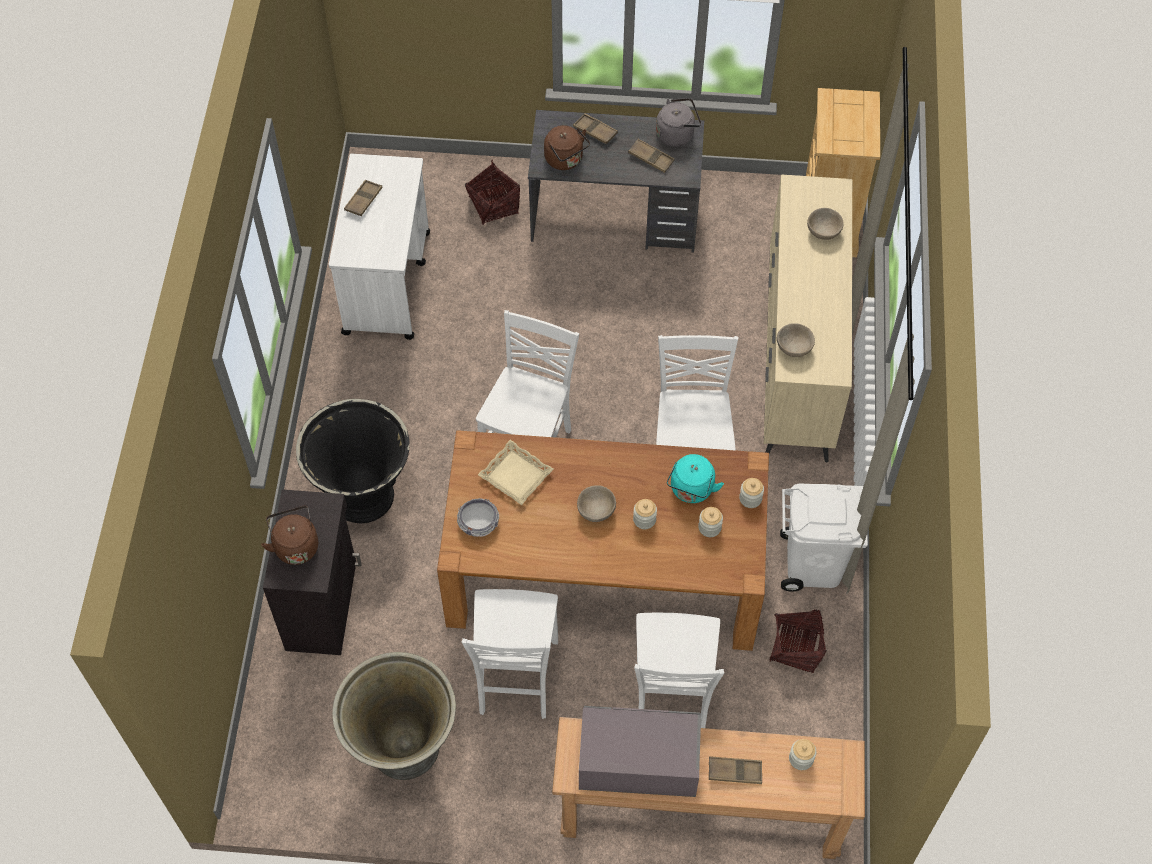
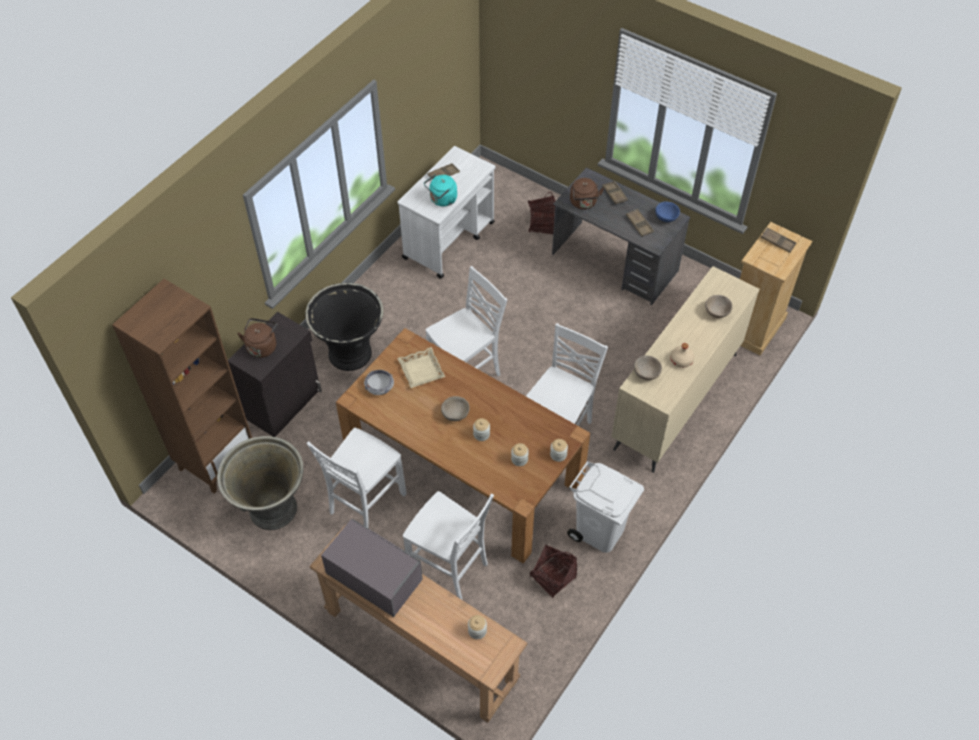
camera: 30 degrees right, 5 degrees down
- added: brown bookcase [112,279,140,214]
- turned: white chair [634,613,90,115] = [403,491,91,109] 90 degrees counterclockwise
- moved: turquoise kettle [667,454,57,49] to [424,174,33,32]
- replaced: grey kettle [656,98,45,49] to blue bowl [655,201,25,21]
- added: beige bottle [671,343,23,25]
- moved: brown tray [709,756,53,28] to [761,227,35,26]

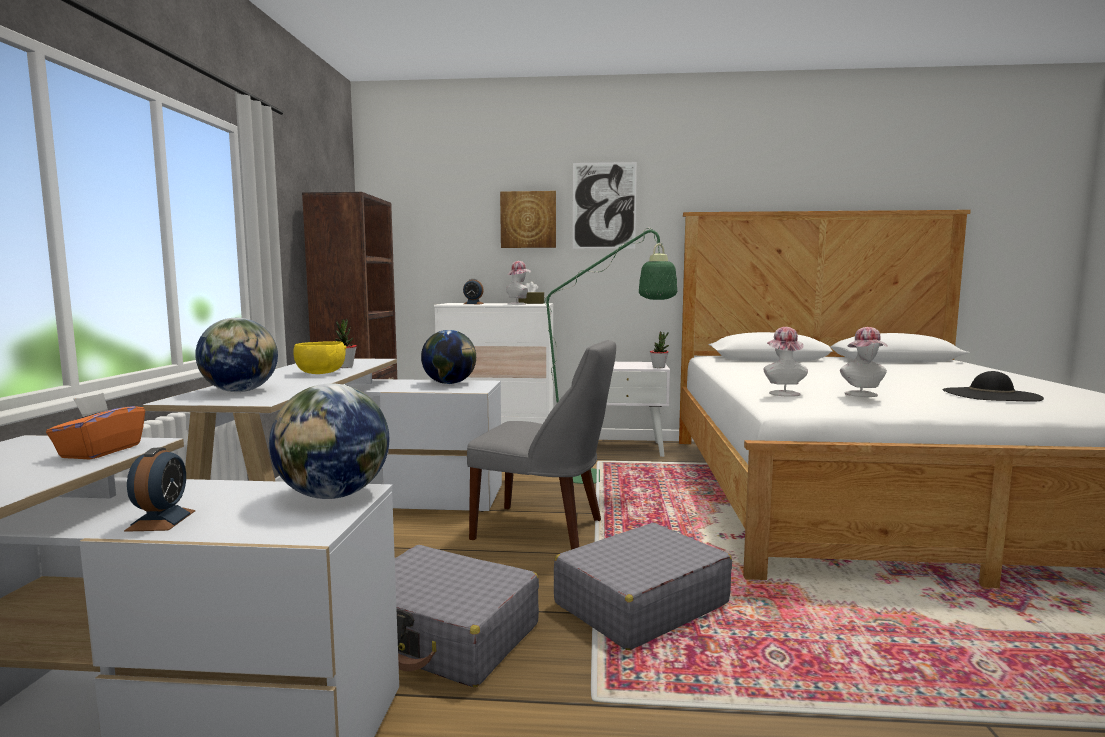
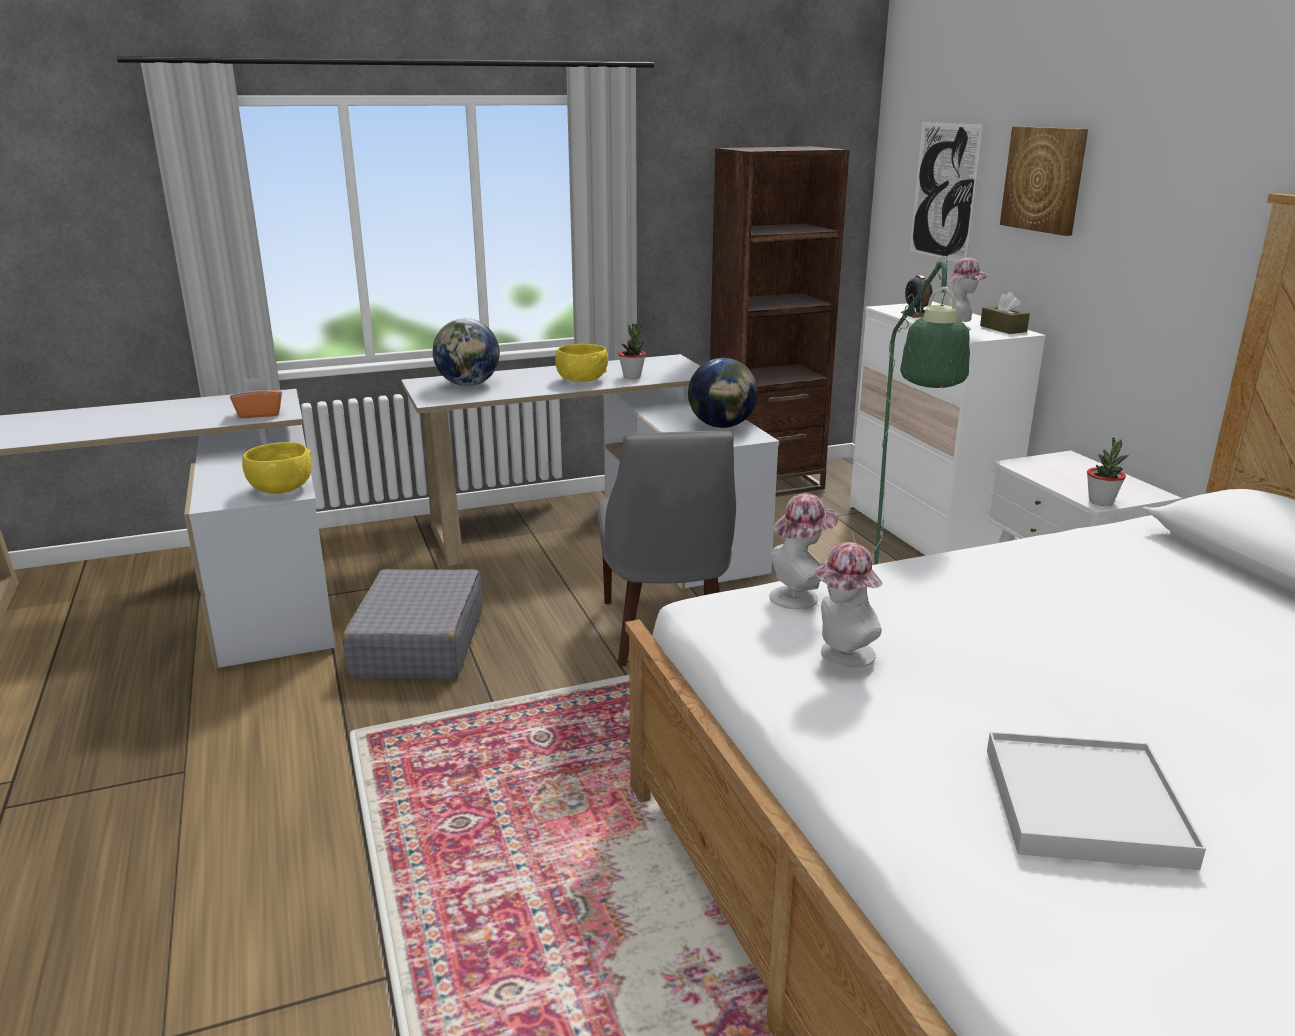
camera: 65 degrees right, 15 degrees up
- replaced: globe [269,383,120,116] to yellow bowl [242,442,70,52]
- moved: picture [573,162,64,87] to [910,122,73,140]
- replaced: black hat [943,371,101,31] to white tray [987,732,219,138]
- removed: alarm clock [124,448,71,84]
- removed: grey suitcase [554,523,178,127]

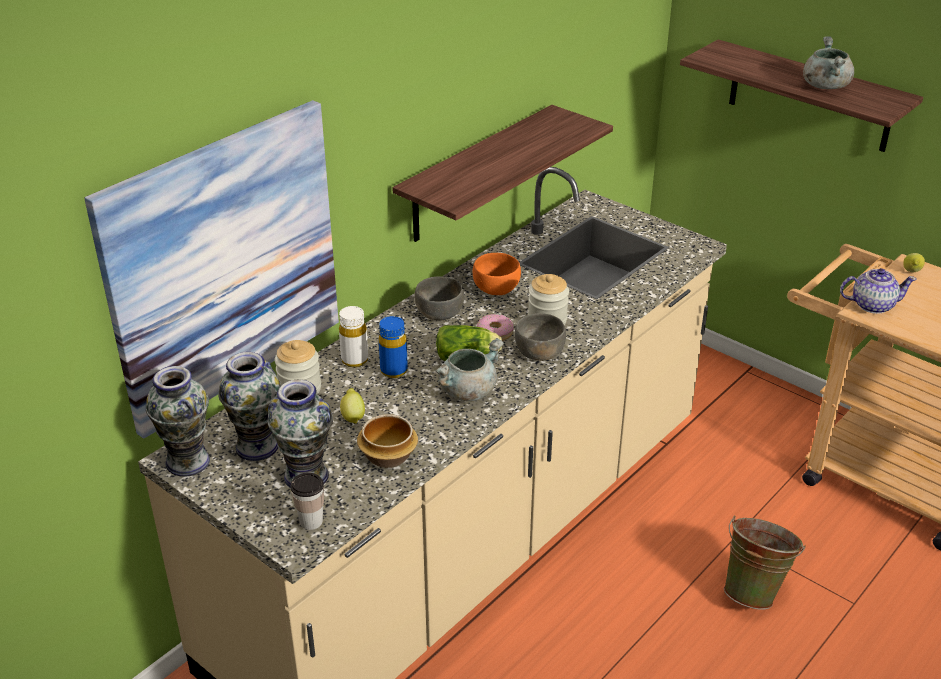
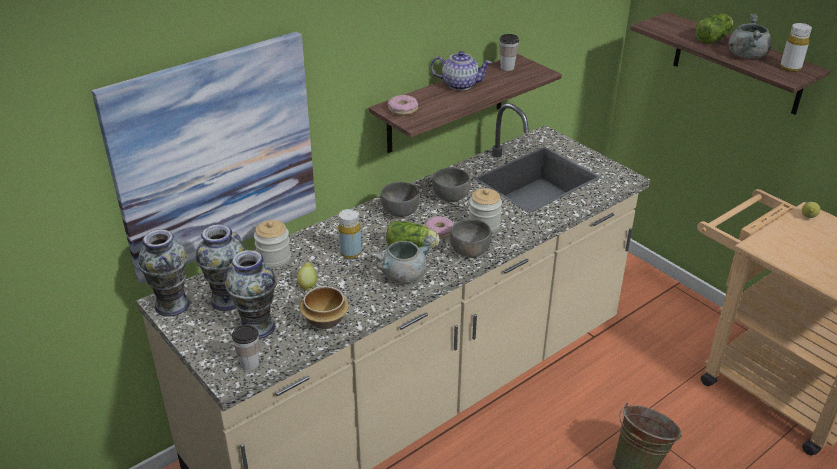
camera: 10 degrees right, 0 degrees up
- recoloured: blue bottle [379,316,29,62] to yellow bottle [338,209,24,50]
- added: donut [388,95,30,20]
- moved: teapot [840,268,77,46] to [430,51,62,40]
- recoloured: orange bowl [473,253,48,42] to grey bowl [432,168,39,34]
- added: cup [499,34,20,37]
- added: lettuce [695,14,38,30]
- moved: white bottle [339,306,29,61] to [780,23,32,49]

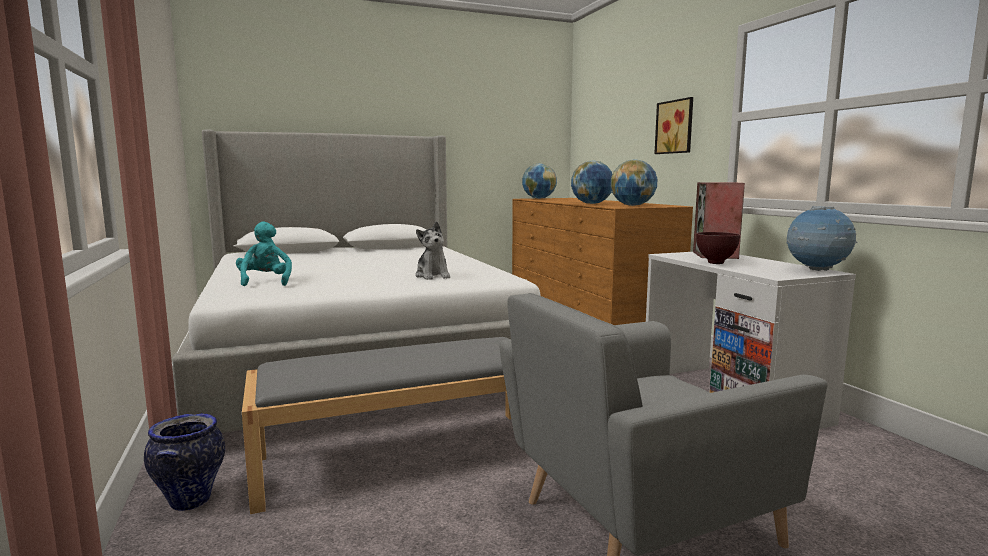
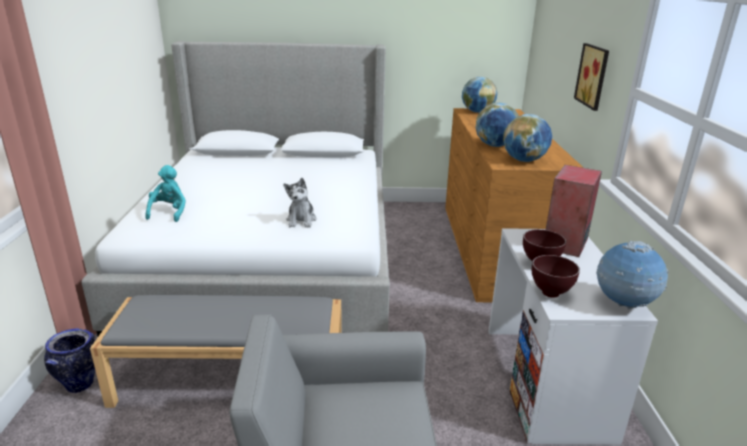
camera: 20 degrees right, 15 degrees up
- added: brown bowl [532,255,48,43]

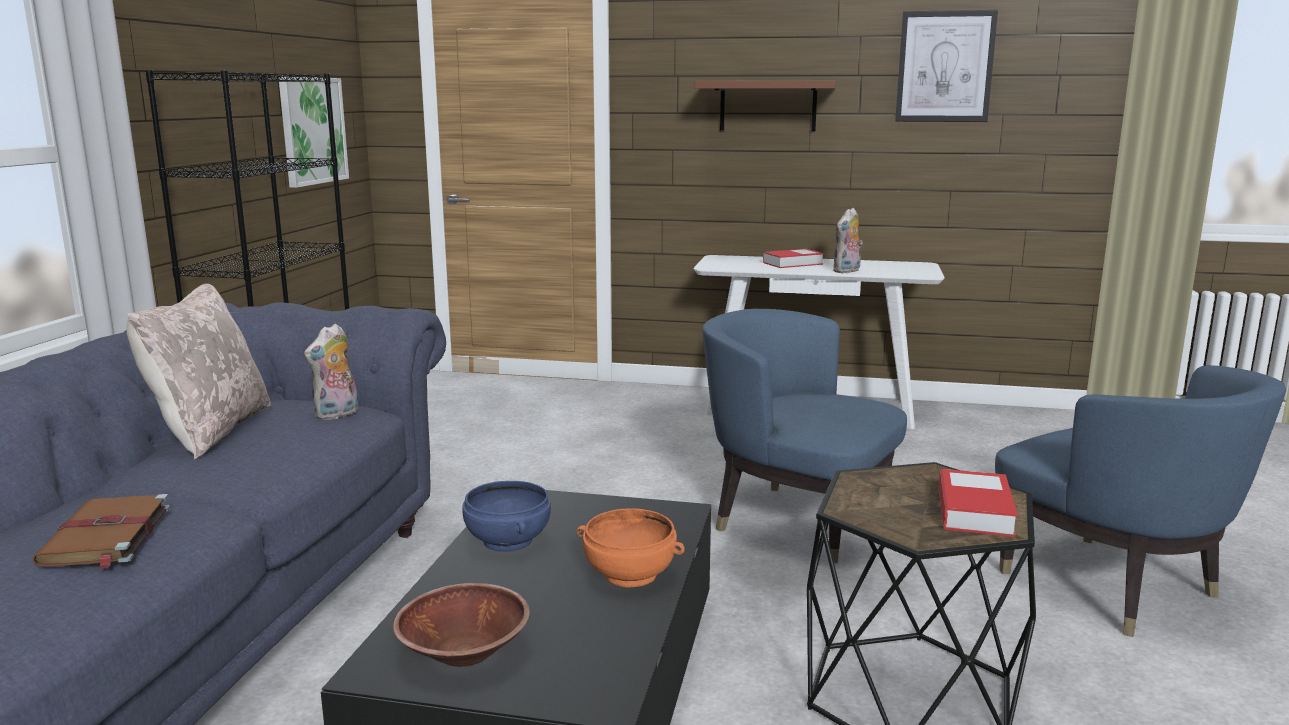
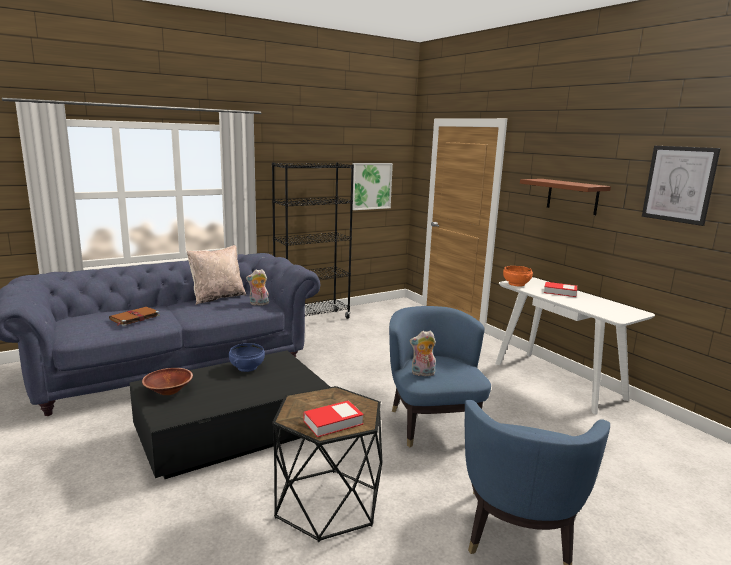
camera: 45 degrees right, 0 degrees up
- moved: plush toy [833,208,30,65] to [410,331,26,45]
- moved: orange bowl [577,508,108,79] to [503,266,30,21]

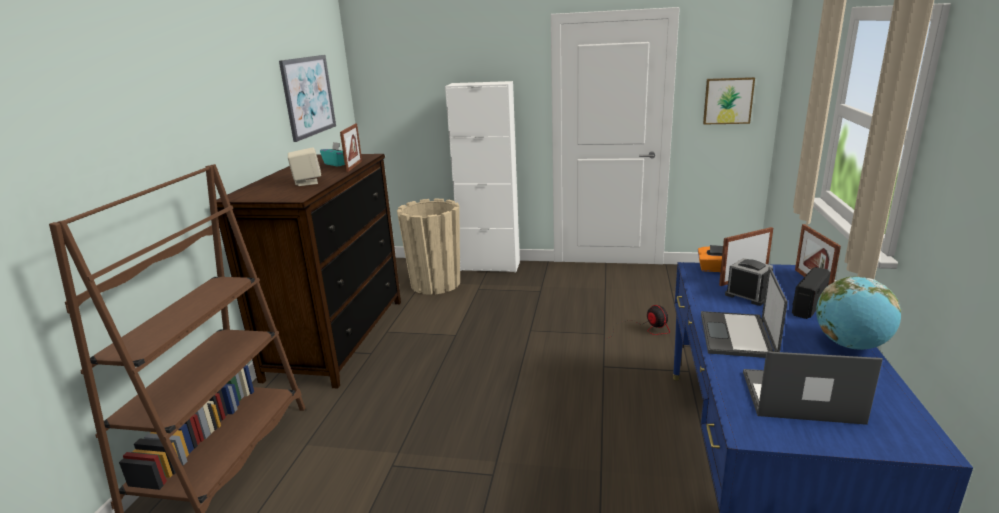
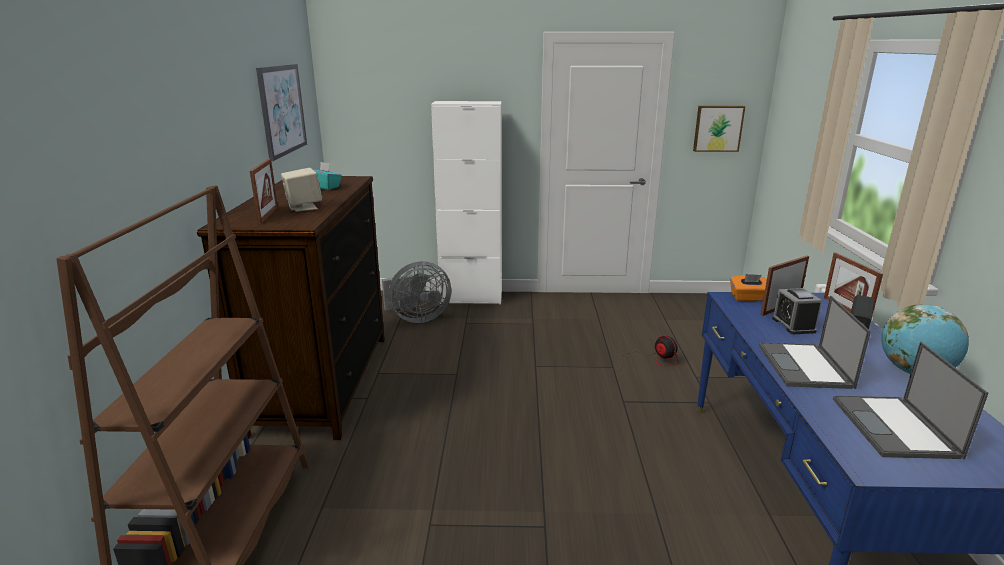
camera: 10 degrees left, 0 degrees up
- moved: picture frame [340,124,22,48] to [250,159,28,65]
- replaced: beige planter [397,198,63,97] to grey fan [382,261,69,62]
- turned: alarm clock [725,258,48,48] = [772,288,50,46] 135 degrees counterclockwise
- turned: laptop [743,351,140,74] = [833,342,155,117] 90 degrees counterclockwise

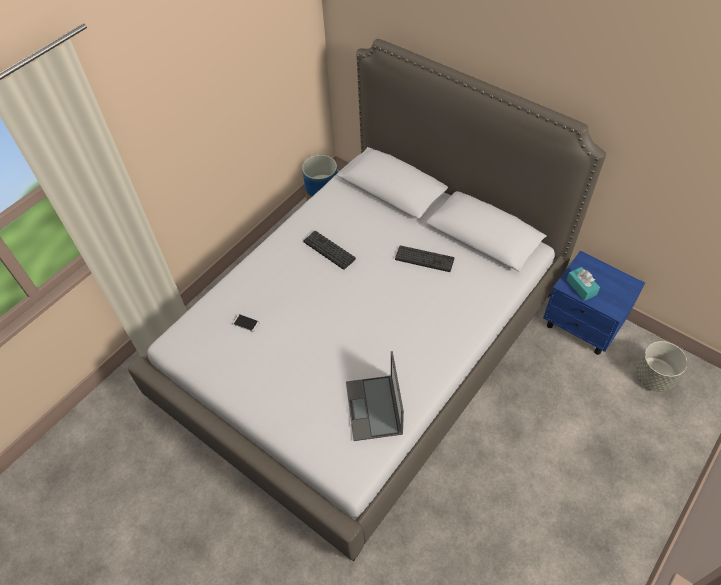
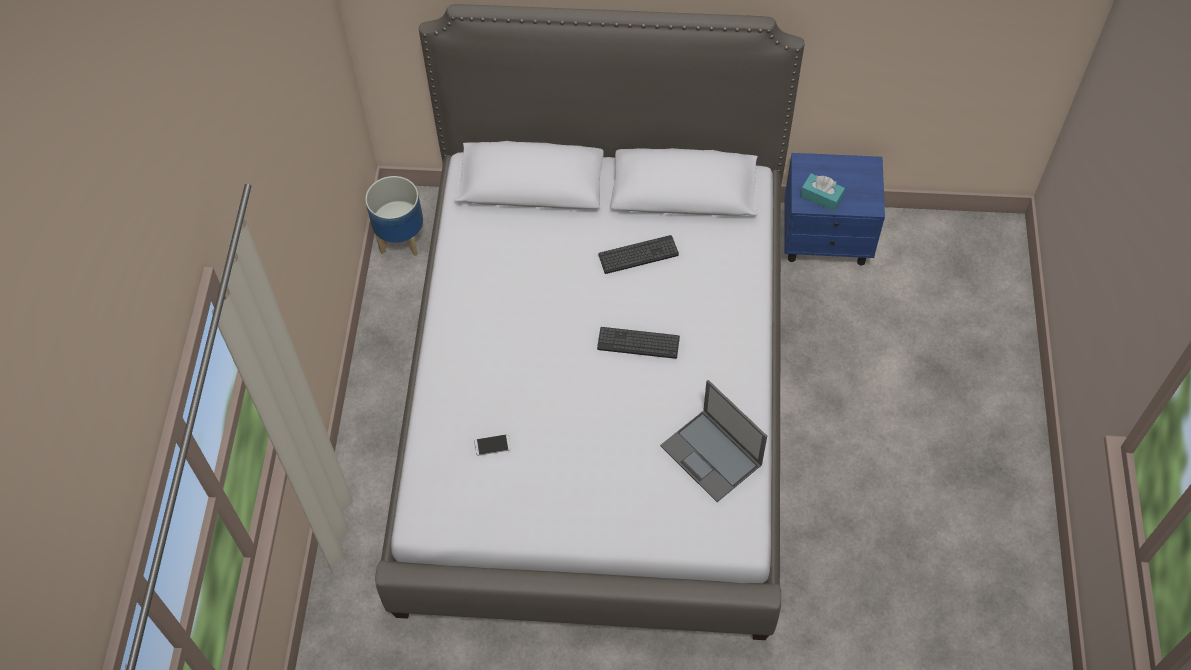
camera: 35 degrees left, 5 degrees up
- moved: keyboard [303,231,53,39] to [597,327,83,32]
- removed: grey planter [636,341,51,51]

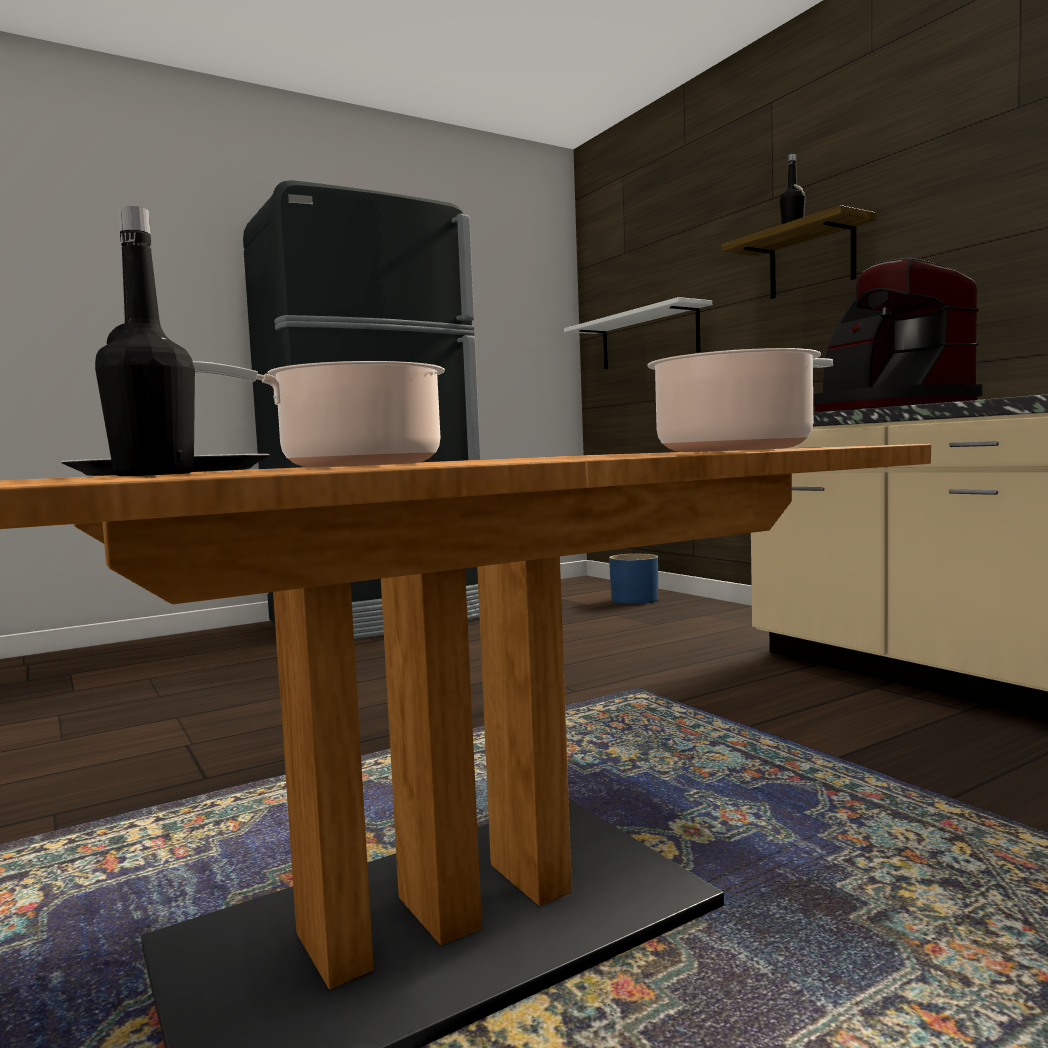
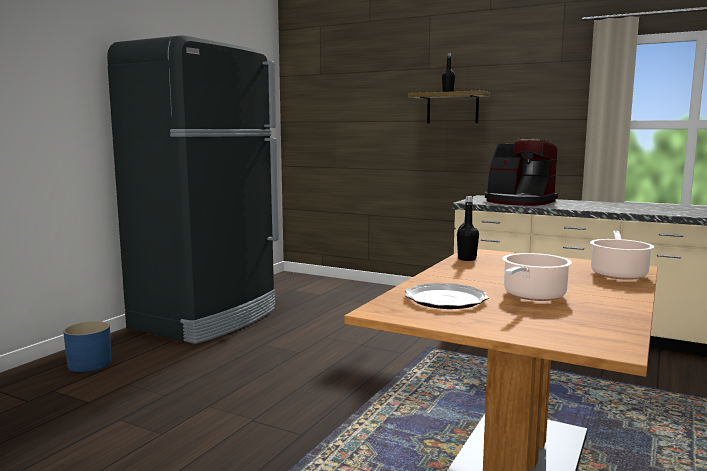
camera: 30 degrees left, 5 degrees up
- moved: blue planter [609,554,49,50] to [63,321,49,51]
- moved: black bottle [95,206,100,270] to [457,196,22,65]
- removed: white shelf [564,297,148,72]

